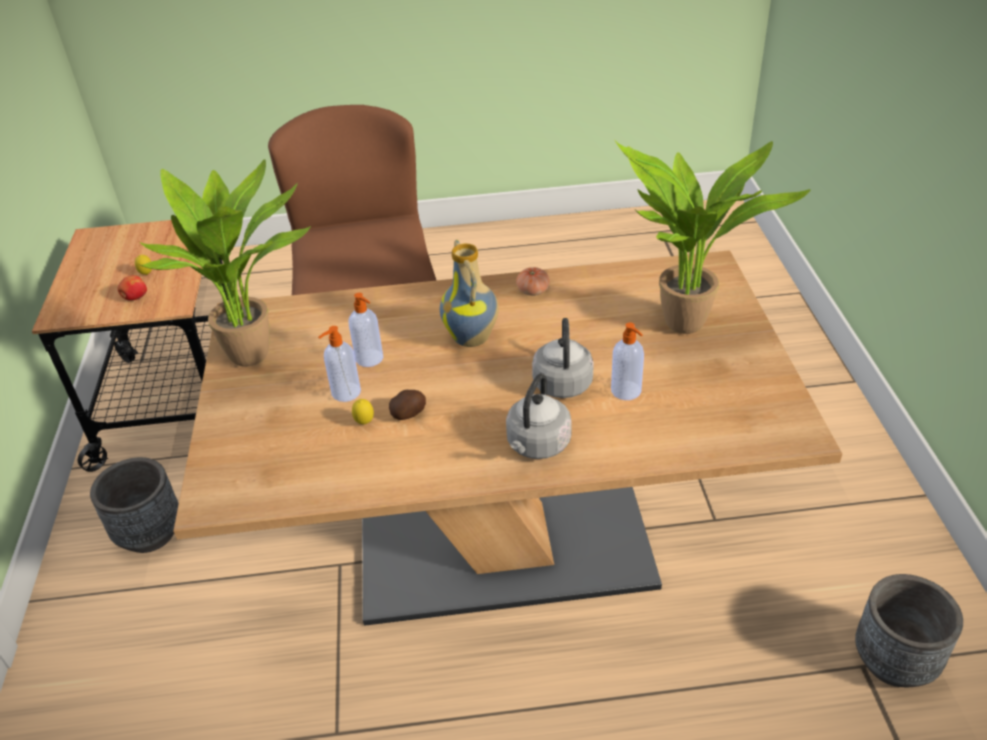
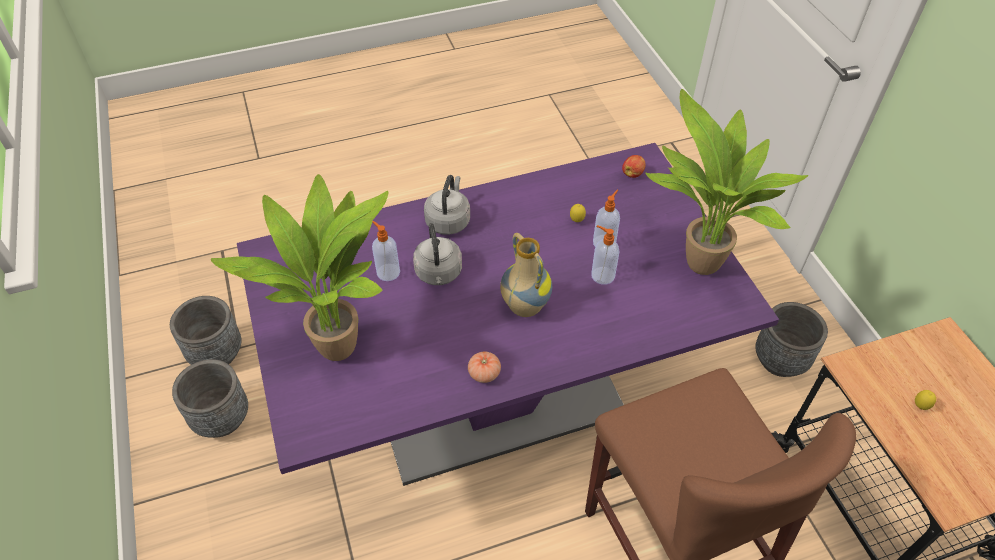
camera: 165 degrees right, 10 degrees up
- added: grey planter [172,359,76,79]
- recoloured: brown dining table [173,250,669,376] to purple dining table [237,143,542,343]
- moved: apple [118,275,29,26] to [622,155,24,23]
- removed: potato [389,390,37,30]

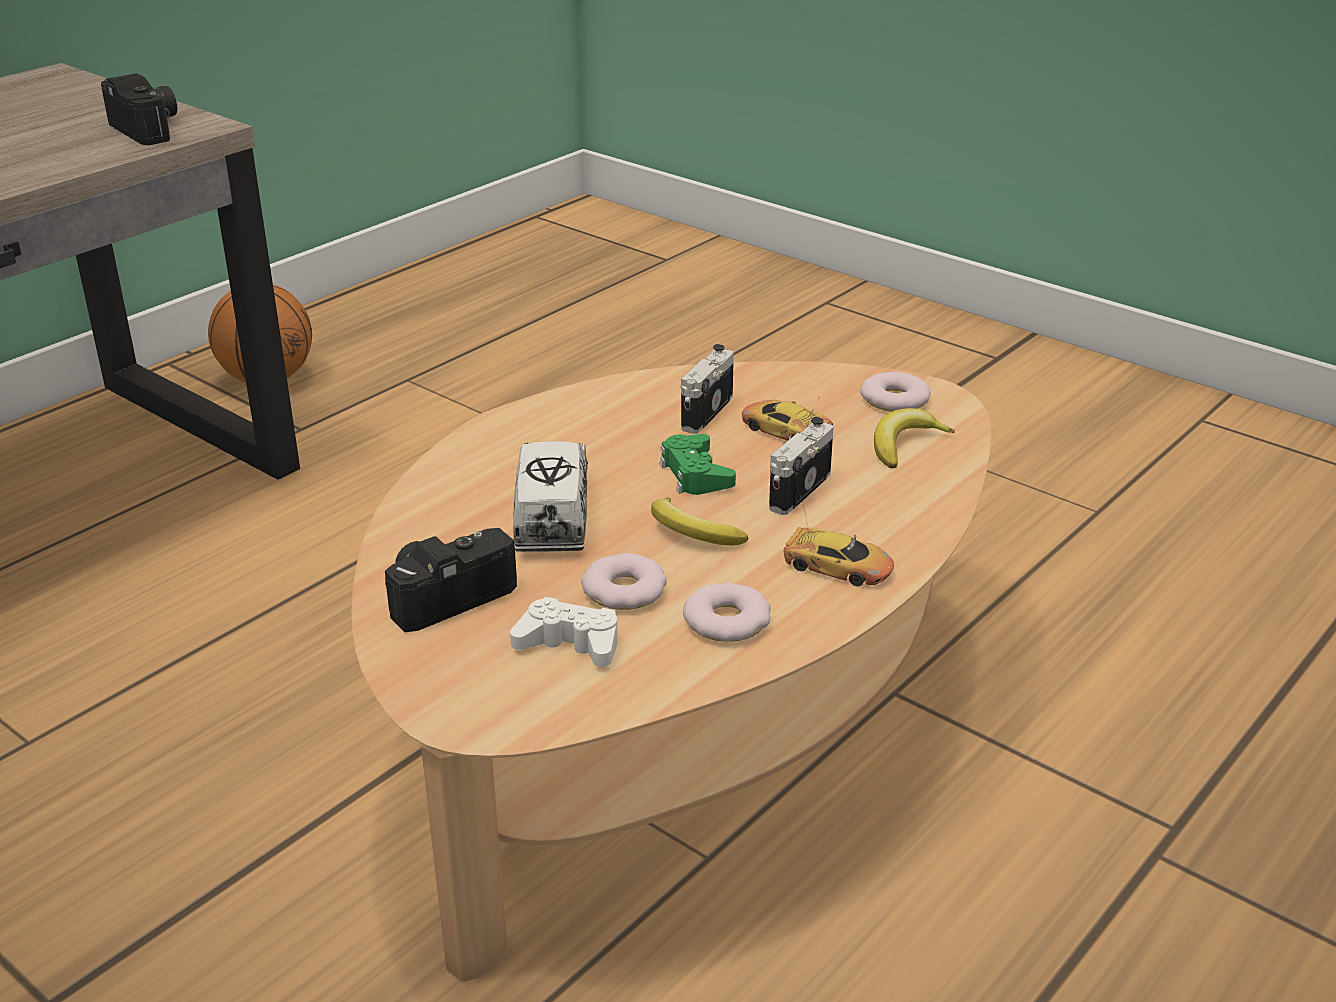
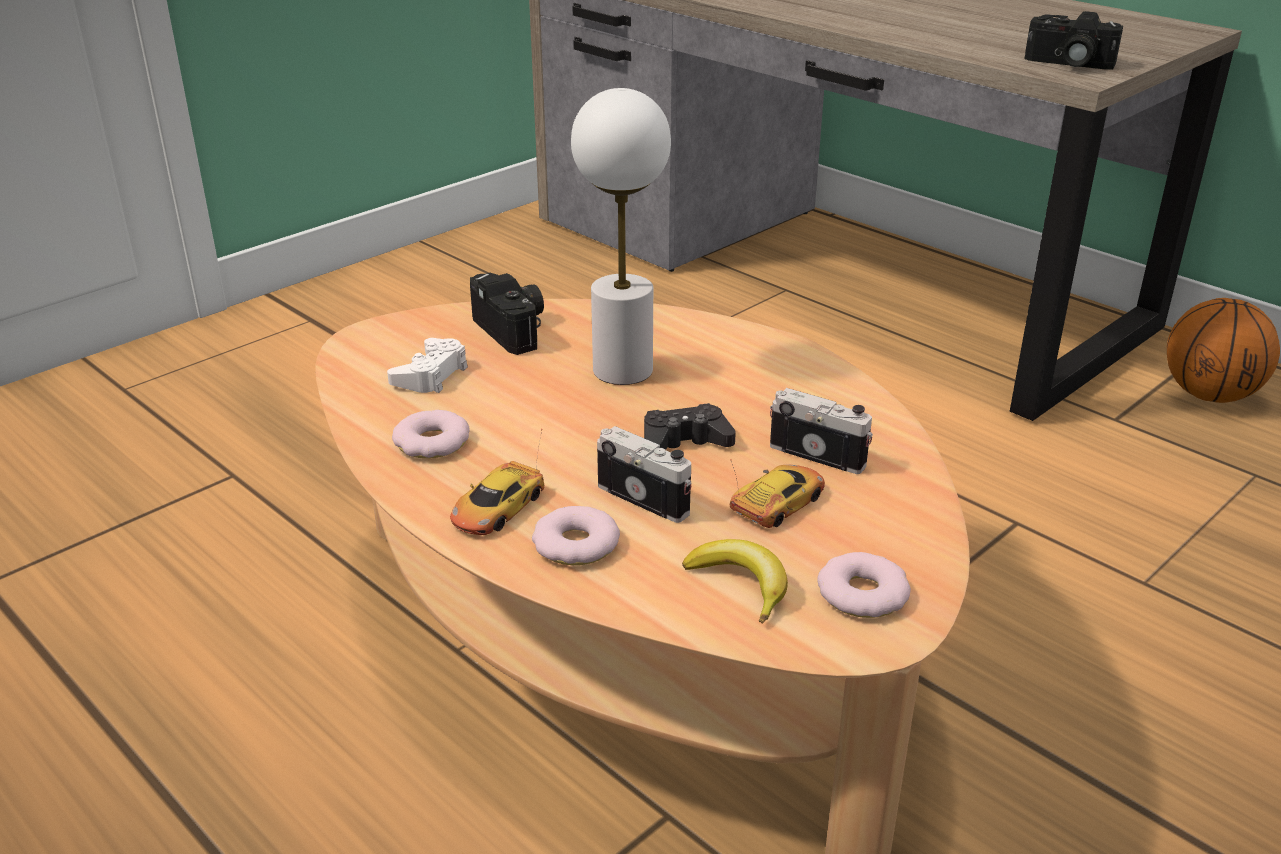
camera: 95 degrees right, 0 degrees up
- moved: donut [581,553,86,57] to [532,506,88,59]
- replaced: toy truck [513,441,75,111] to white table lamp [571,88,100,297]
- recoloured: green game controller [660,434,76,61] to black game controller [644,403,92,47]
- turned: photo camera [101,73,76,72] = [1025,11,98,58] 60 degrees clockwise
- removed: banana [651,497,97,49]

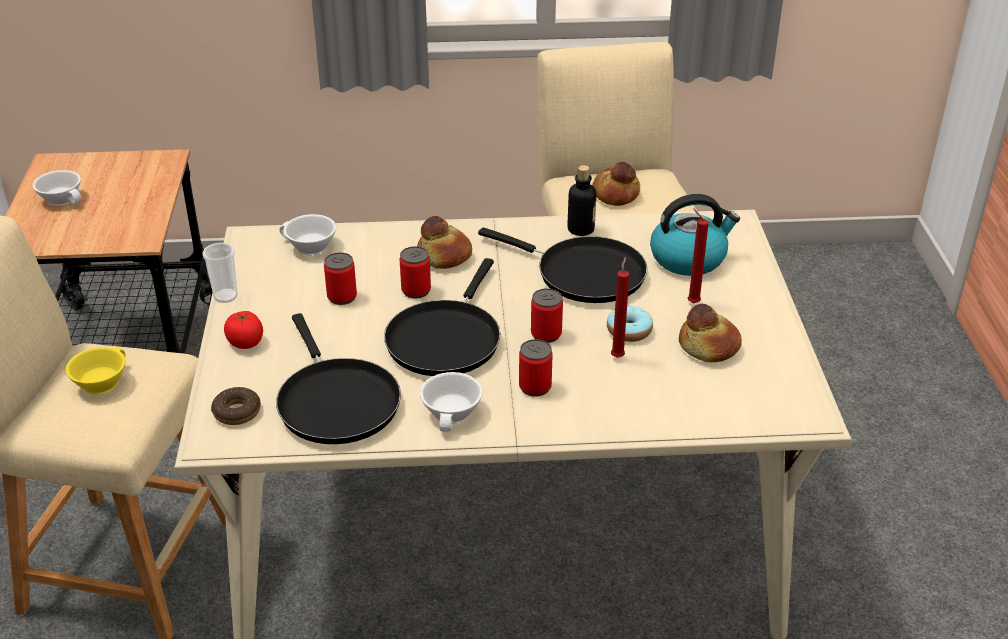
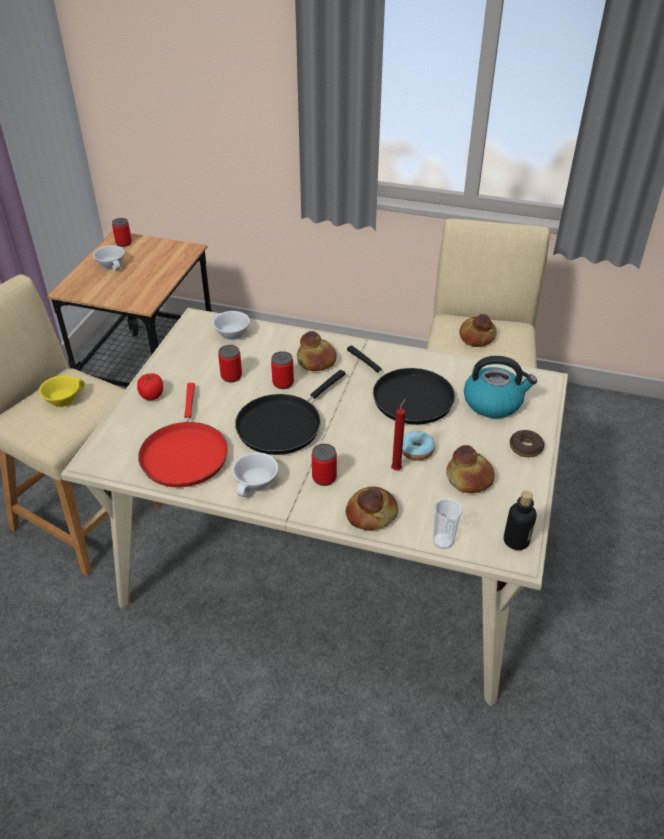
camera: 20 degrees right, 5 degrees up
- moved: can [531,288,32,55] to [112,218,20,29]
- recoloured: black frying pan [276,313,125,131] to red frying pan [138,383,90,104]
- added: bread [346,486,52,44]
- moved: cup [202,243,36,60] to [433,498,29,51]
- moved: bottle [567,165,29,71] to [504,491,33,59]
- moved: donut [211,387,50,38] to [510,430,34,27]
- removed: red candle [688,208,21,95]

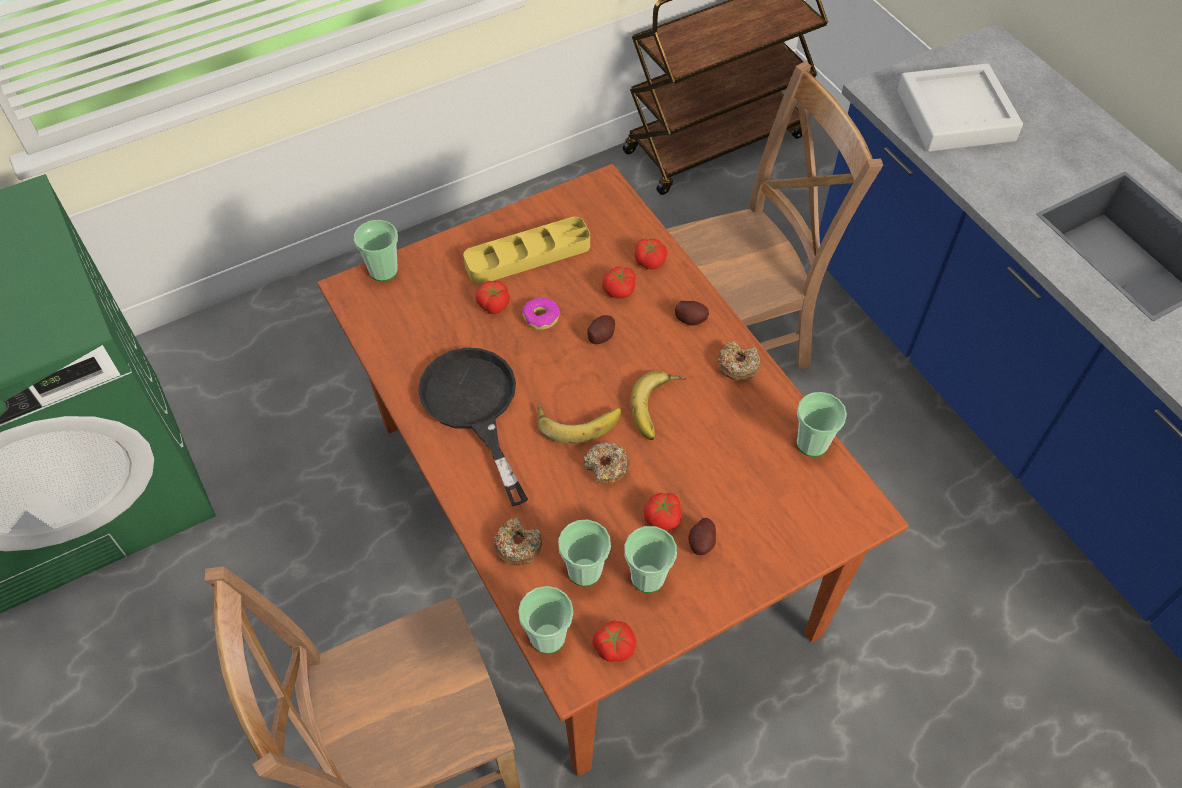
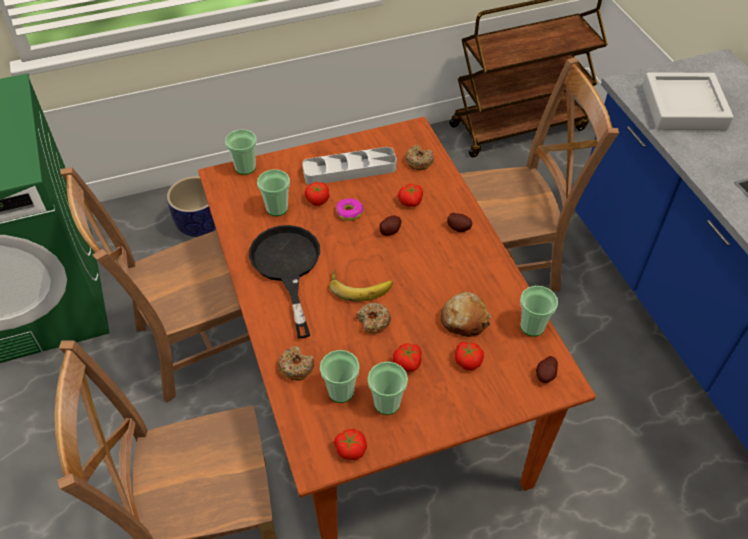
camera: 10 degrees right, 5 degrees down
- added: brown chair [61,167,189,236]
- added: planter [167,176,49,61]
- moved: cup [518,586,55,68] to [257,170,33,46]
- recoloured: yellow tray [464,217,126,67] to grey tray [302,147,95,38]
- moved: donut [718,341,42,40] to [405,145,29,25]
- added: bread [440,292,51,45]
- moved: tomato [634,239,33,31] to [455,342,29,29]
- moved: potato [688,518,28,37] to [536,356,22,27]
- removed: banana [630,371,56,69]

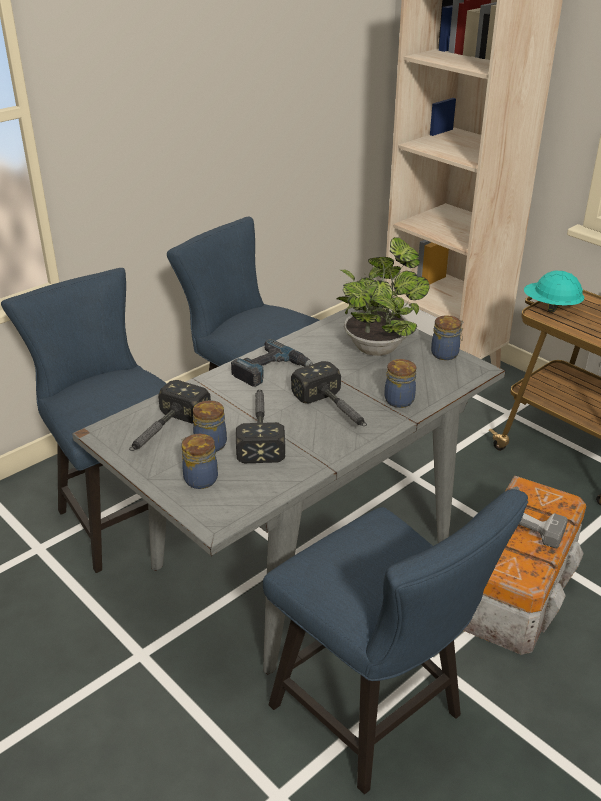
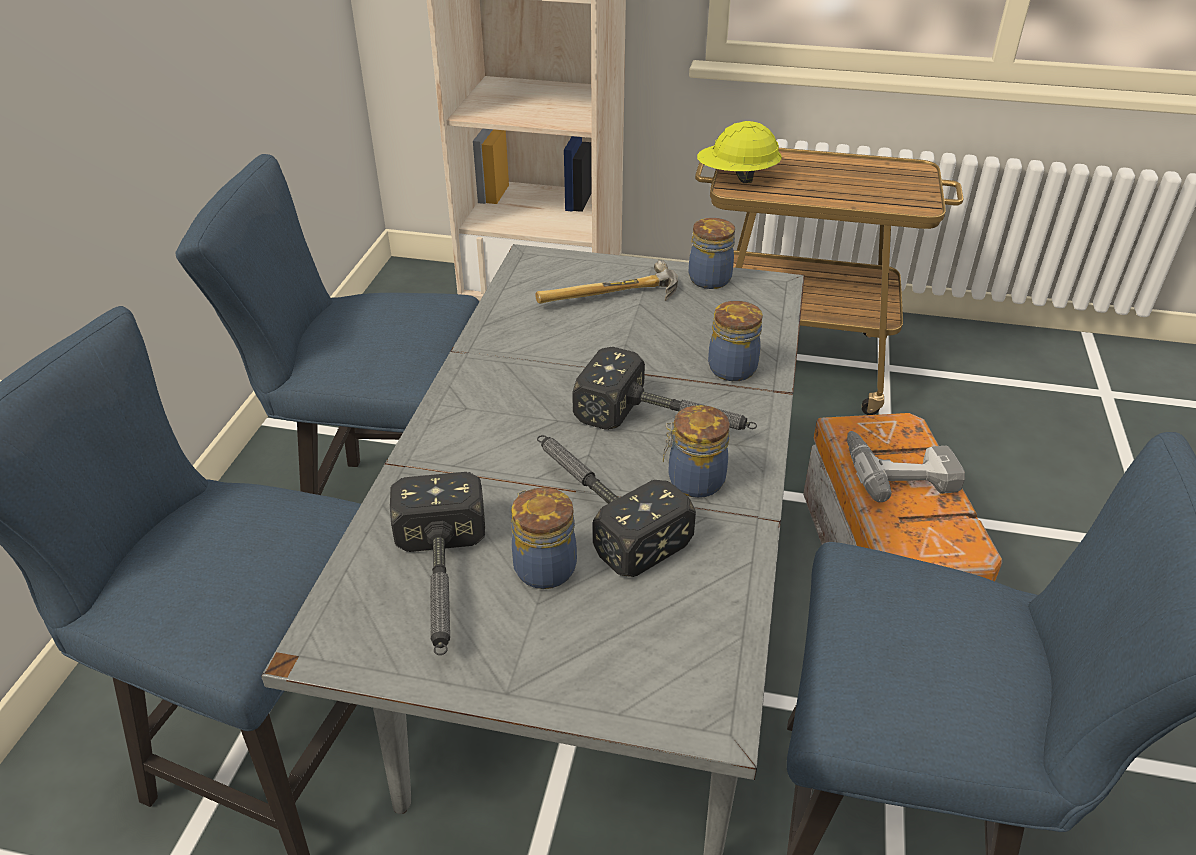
camera: 35 degrees left, 5 degrees up
- replaced: potted plant [337,237,93,119] to hammer [535,260,143,44]
- moved: jar [182,434,36,55] to [663,405,67,93]
- recoloured: turquoise hard hat [524,270,60,43] to yellow hard hat [697,121,85,62]
- removed: power drill [231,339,82,48]

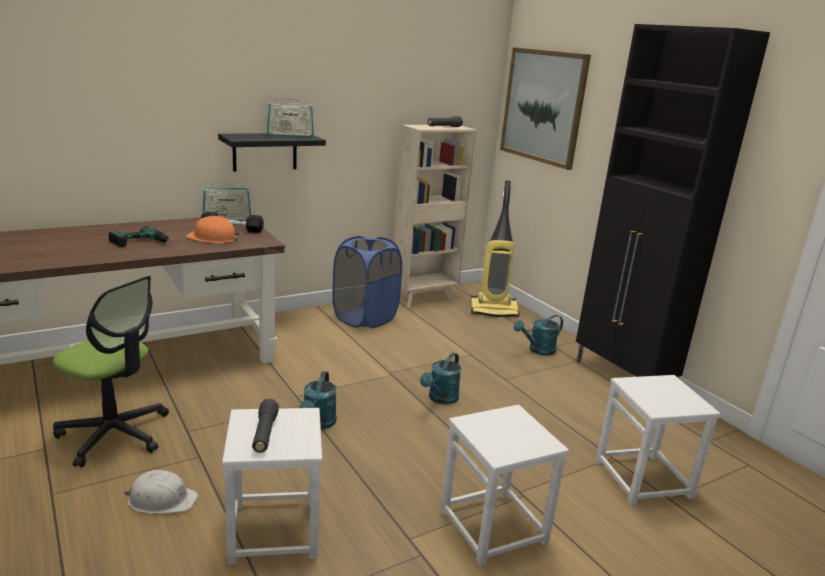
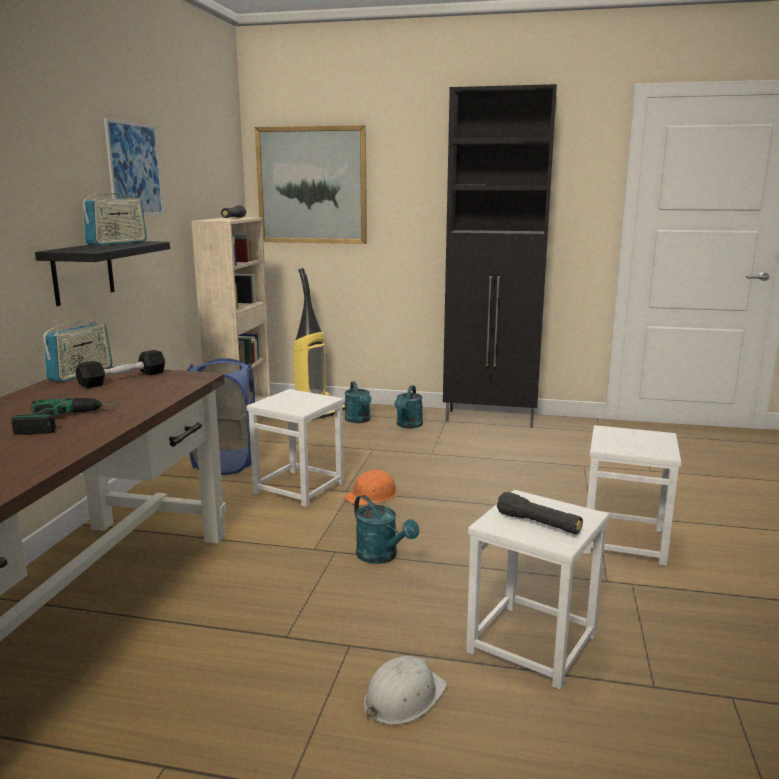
camera: 45 degrees left, 5 degrees down
- added: picture [104,118,60,98]
- moved: white stool [595,375,125,130] to [247,389,97,118]
- moved: orange hard hat [186,216,54,27] to [344,469,53,36]
- moved: turquoise watering can [420,353,41,51] to [345,381,26,42]
- removed: office chair [53,276,116,191]

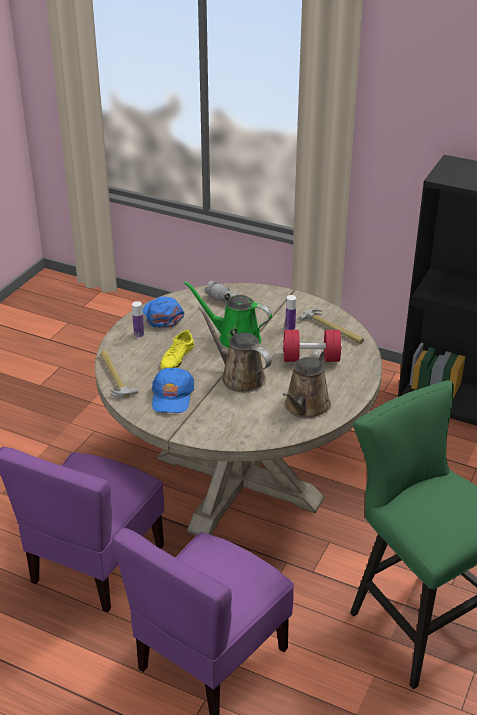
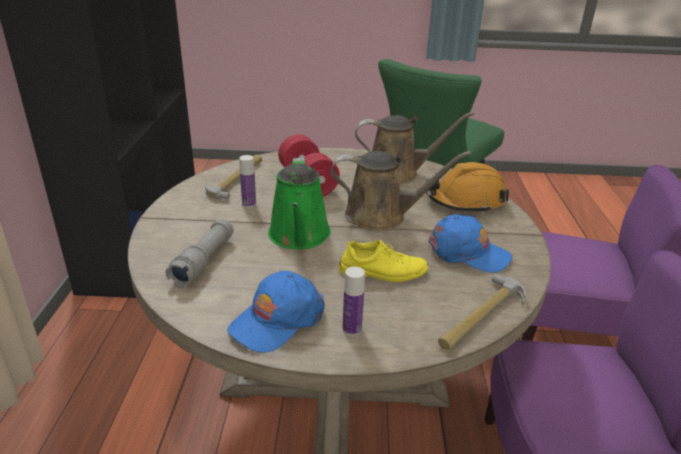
camera: 115 degrees left, 5 degrees down
- turned: brown watering can [199,306,72,86] = [331,151,140,80] 105 degrees counterclockwise
- added: orange hard hat [426,162,83,52]
- turned: blue cap [152,368,42,45] = [428,214,84,59] 45 degrees clockwise

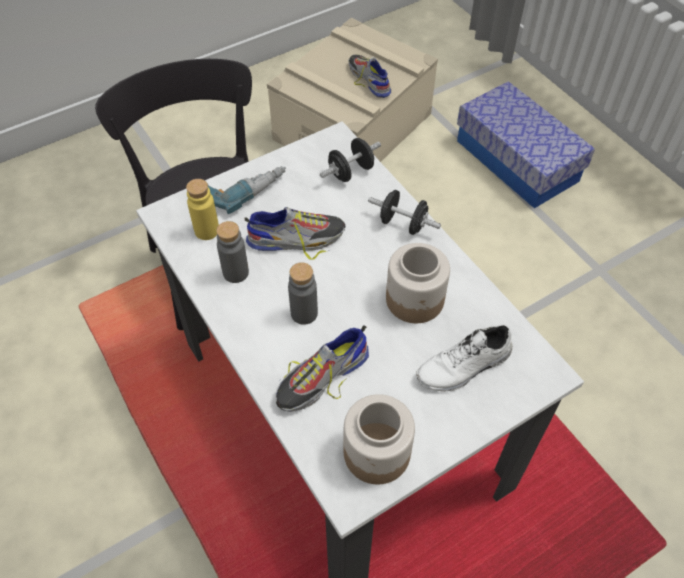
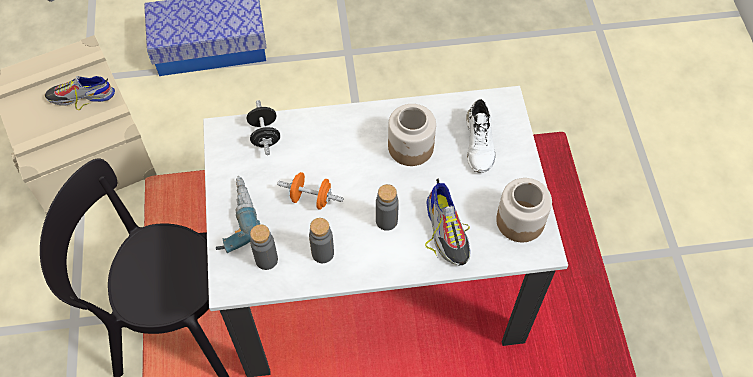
camera: 65 degrees left, 5 degrees up
- recoloured: yellow bottle [186,179,33,61] to grey bottle [250,224,28,46]
- replaced: shoe [244,207,101,53] to orange dumbbell [277,172,66,38]
- removed: black dumbbell [368,190,73,45]

